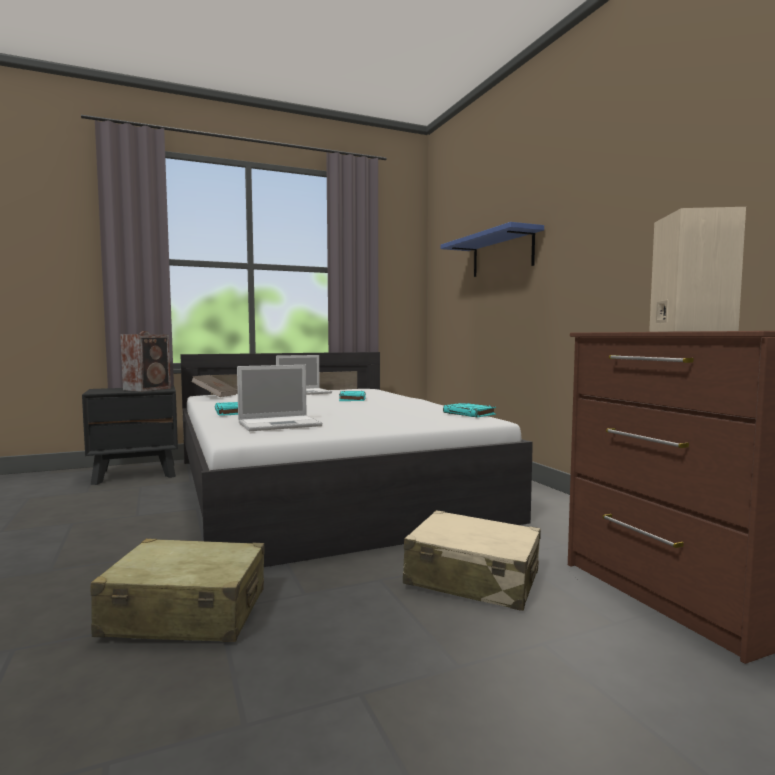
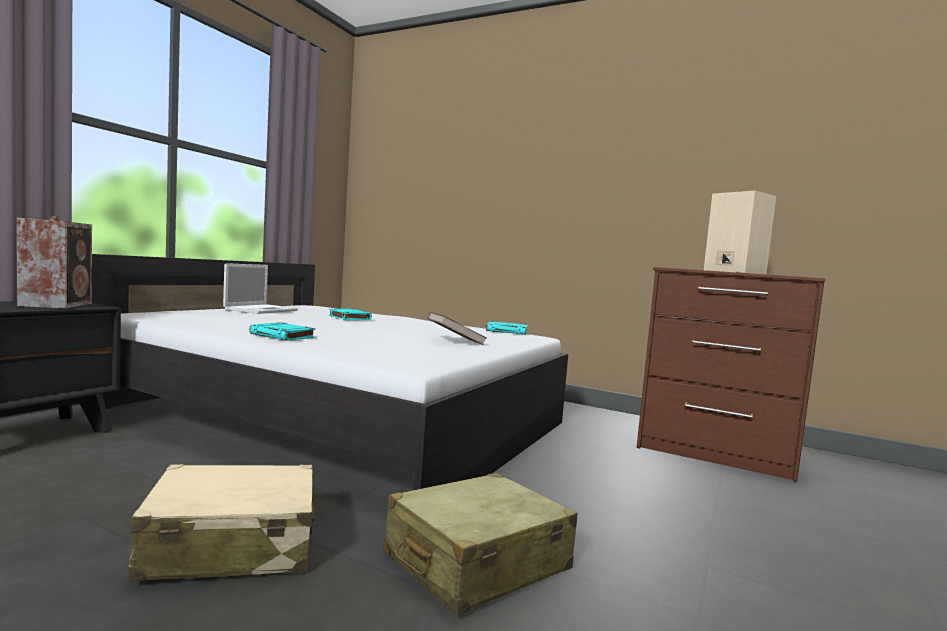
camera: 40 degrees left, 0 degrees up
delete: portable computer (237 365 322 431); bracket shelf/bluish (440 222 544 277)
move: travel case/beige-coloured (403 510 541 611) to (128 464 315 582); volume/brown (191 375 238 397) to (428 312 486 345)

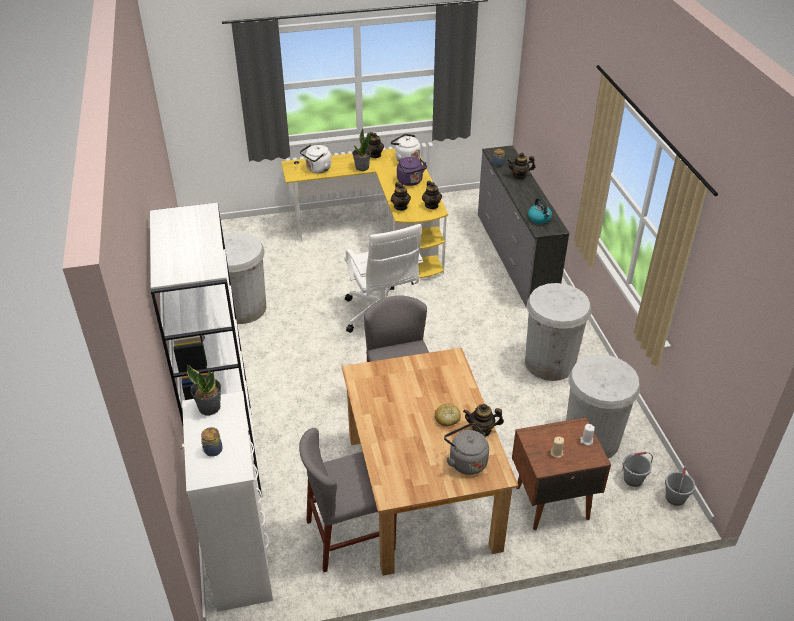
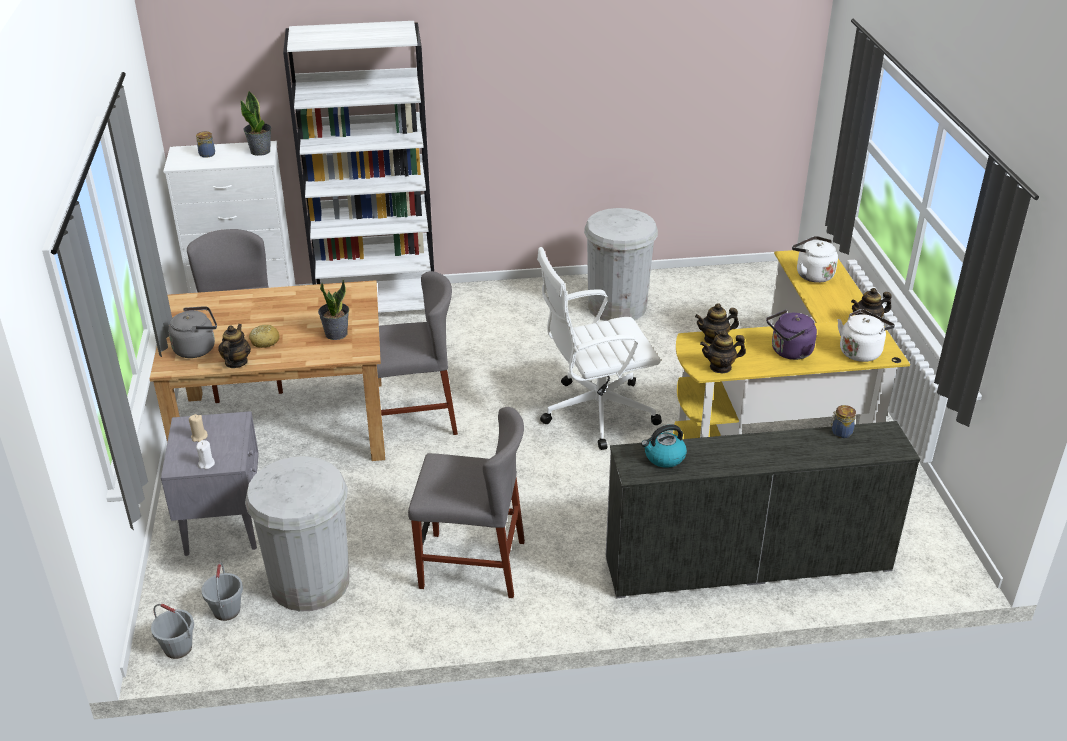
camera: 95 degrees right, 5 degrees down
delete: tea pot (507 153 535 179)
move: houseplant (352 128 371 171) to (318 280 349 340)
replace: rubbish bin/white (525 283 591 381) to upright chair/gray (408 407 525 598)
recolor: night table/brown (512 417 611 530) to night table/gray (161 411 259 556)

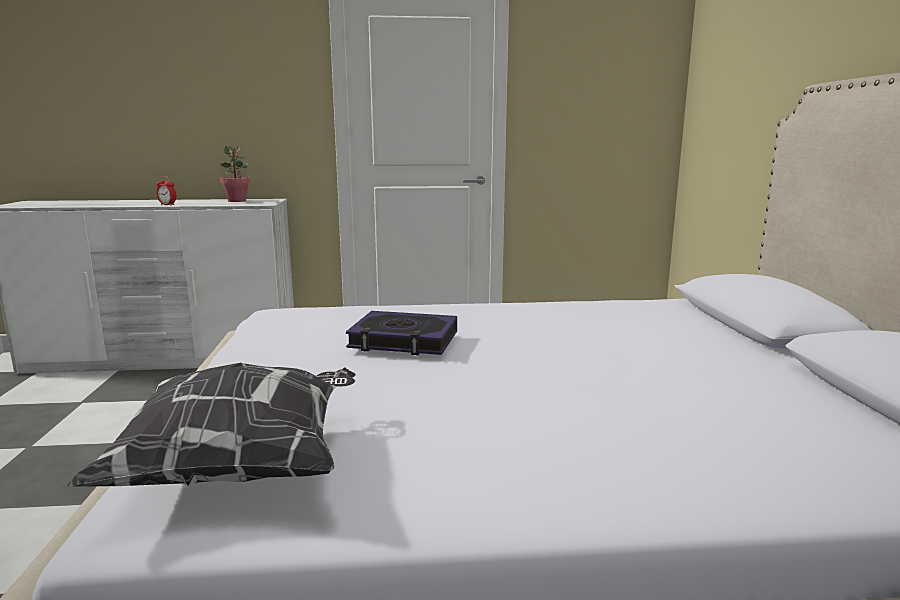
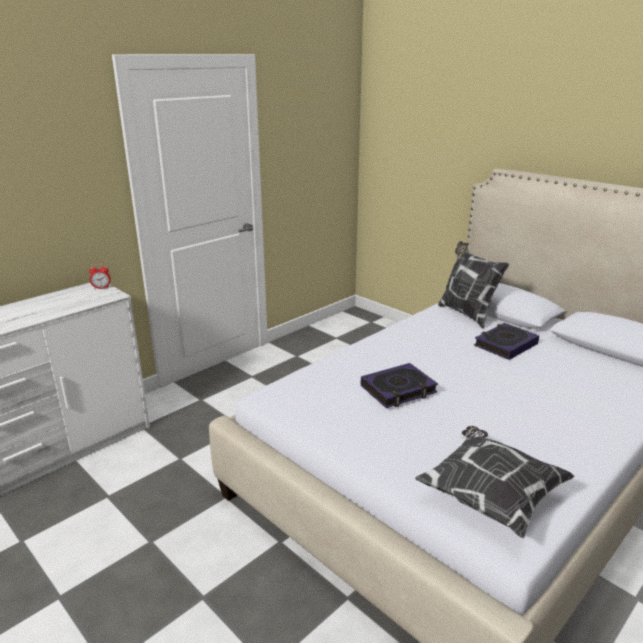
camera: 40 degrees left, 10 degrees up
delete: houseplant (220 145 250 202)
insert: cushion (438 241 509 329); volume (474 323 539 360)
move: alarm clock (156 176 176 206) to (89 264 111 289)

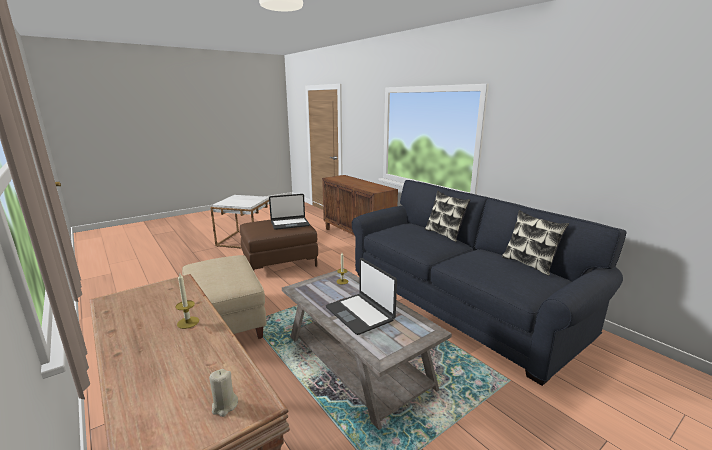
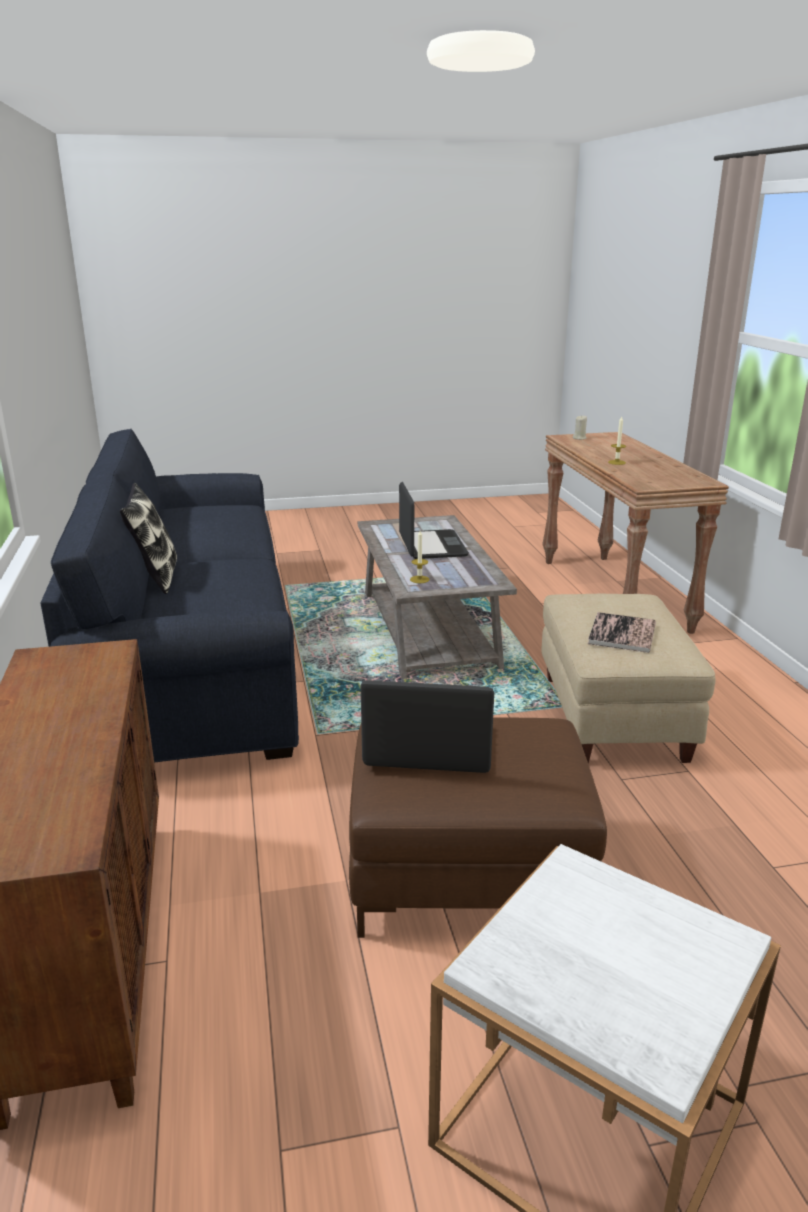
camera: 155 degrees left, 5 degrees up
delete: cushion (502 210 569 276)
insert: volume (588 612 656 653)

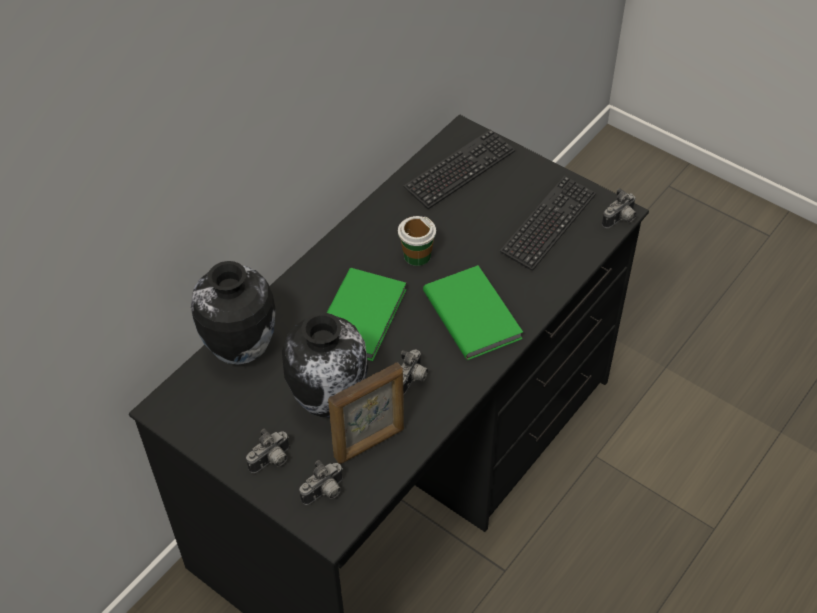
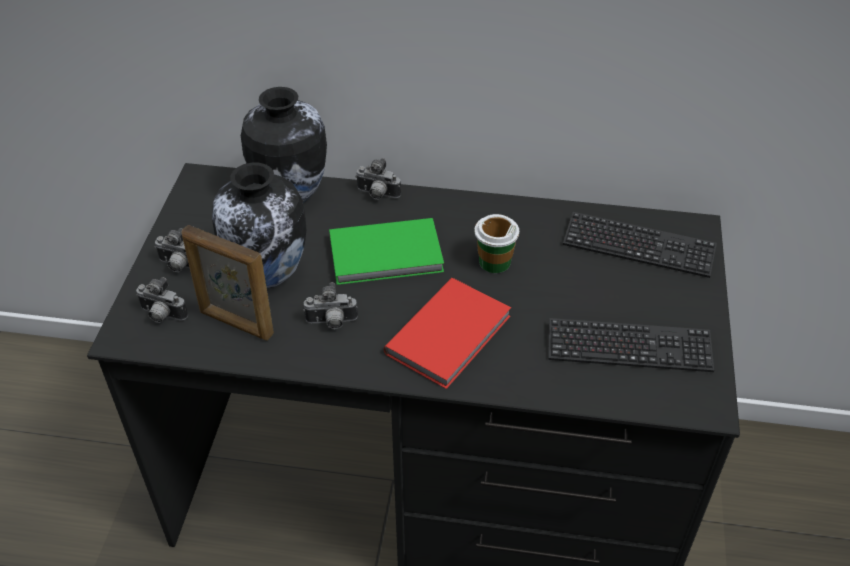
camera: 60 degrees right, 5 degrees down
move: still camera (602 188 637 228) to (355 158 401 200)
recolor: volume/green-coloured (423 265 523 360) to volume/reddish (384 278 511 389)

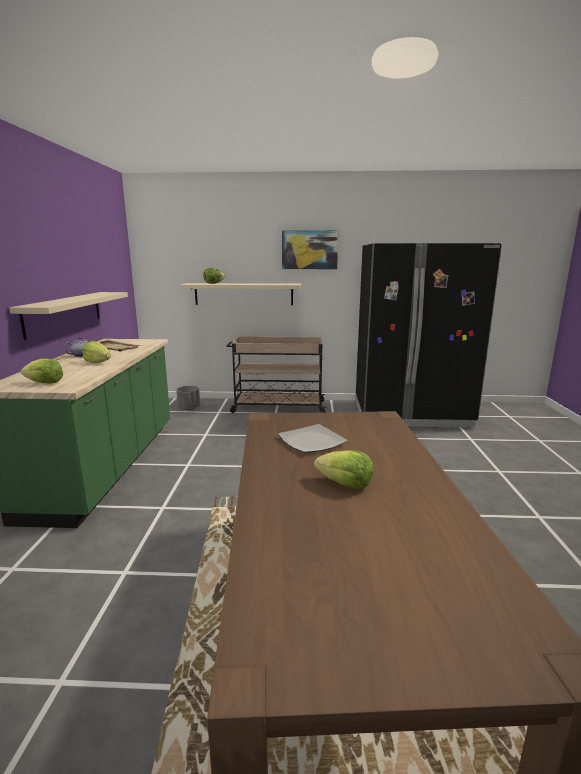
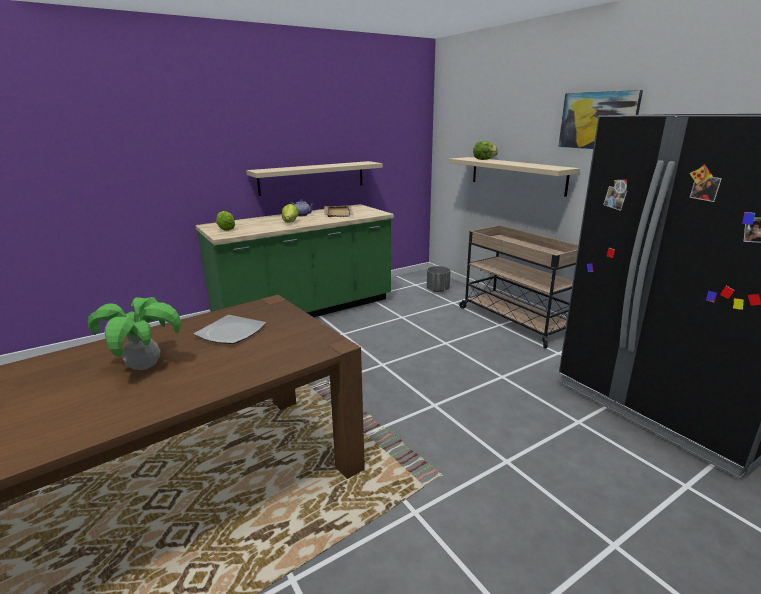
camera: 55 degrees right, 5 degrees up
replace: head of lettuce (314 450 373 489) to houseplant (88 297 181 370)

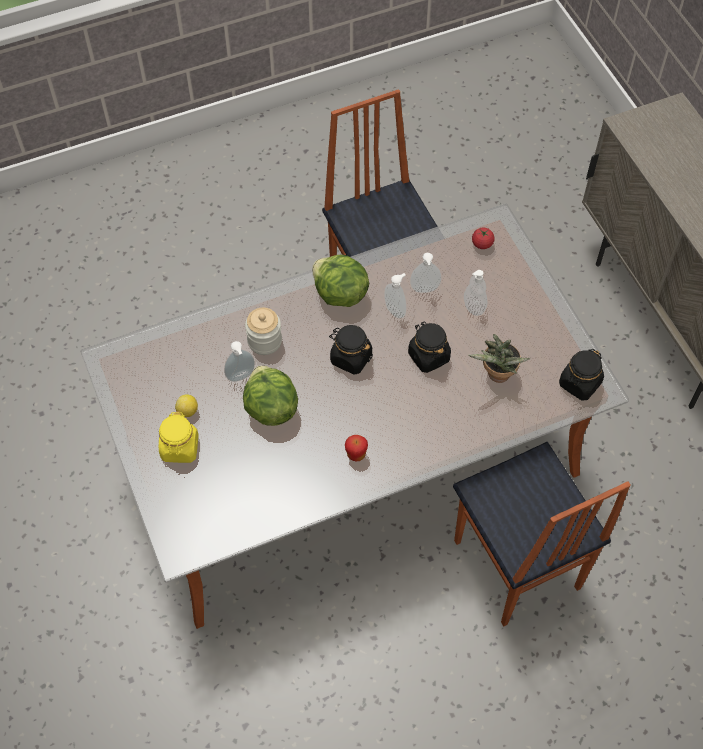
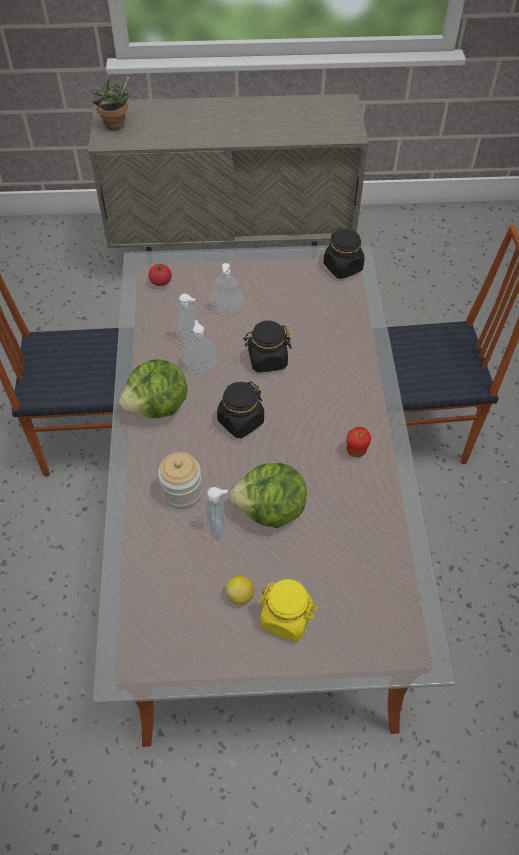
camera: 70 degrees left, 5 degrees down
move: houseplant (468 334 530 383) to (92 74 133 131)

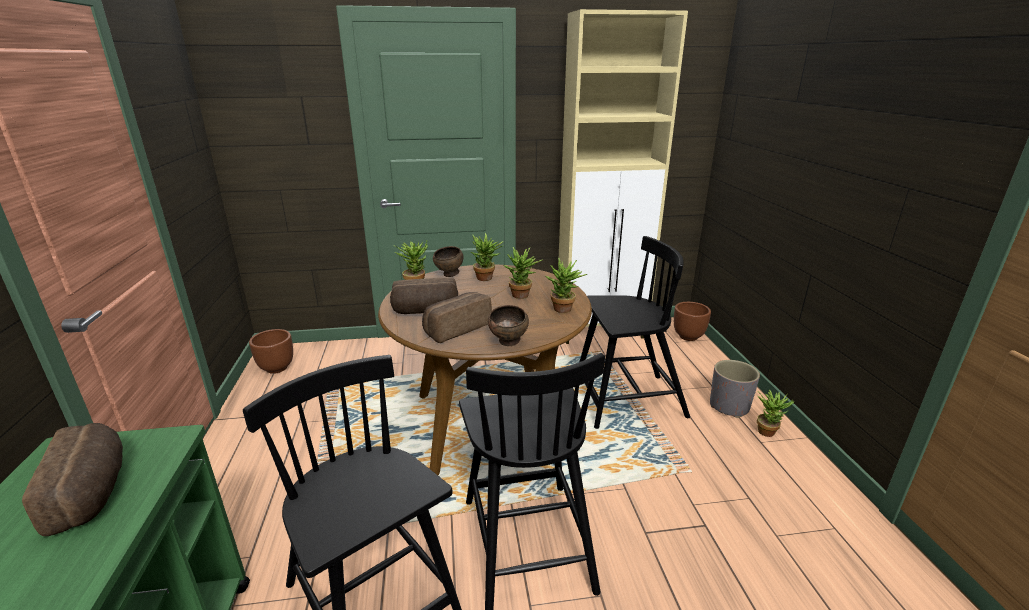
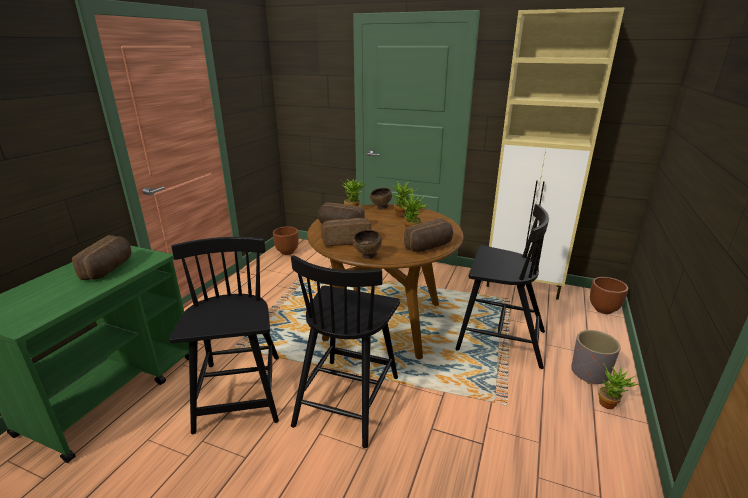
camera: 30 degrees right, 0 degrees up
replace: houseplant (546 258 588 313) to bread (404 218 453 252)

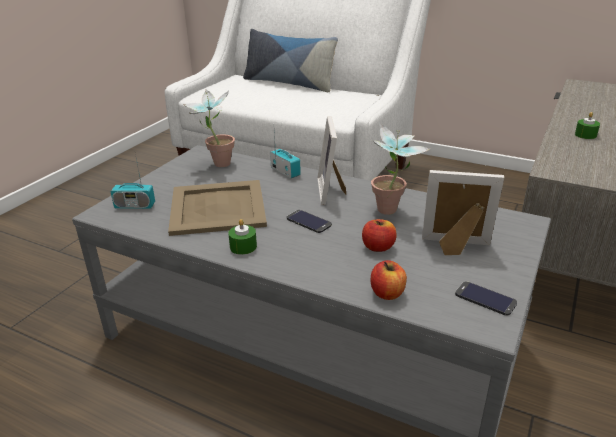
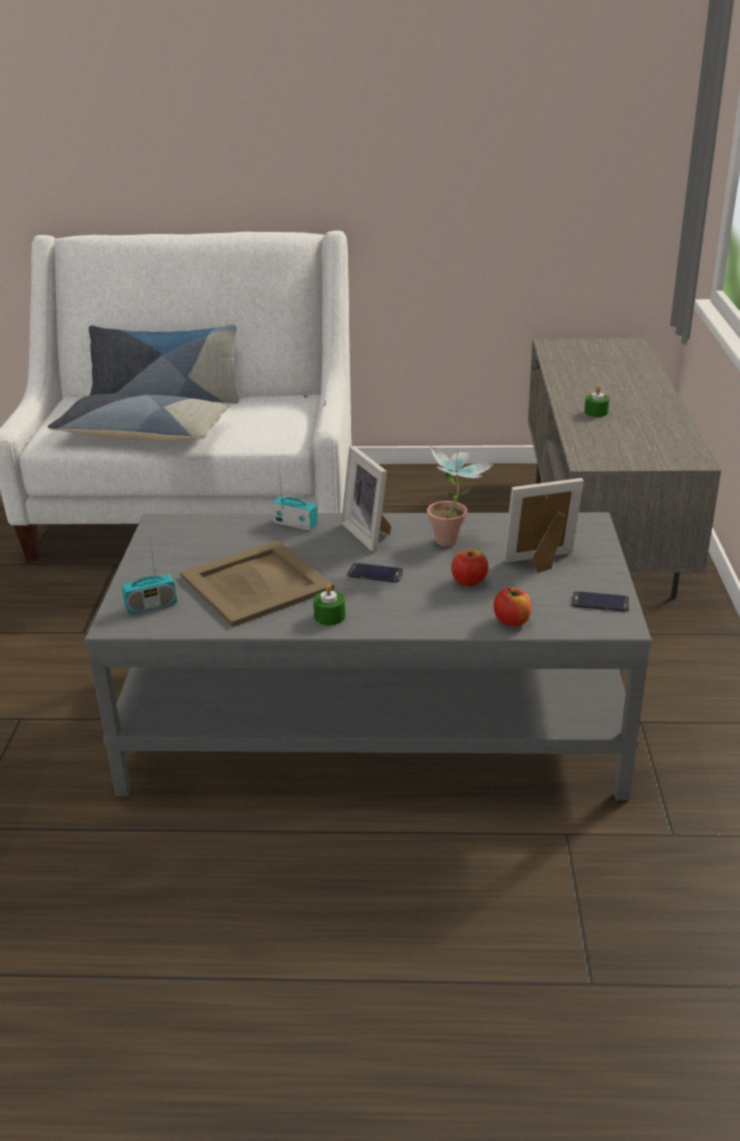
camera: 25 degrees left, 0 degrees up
delete: houseplant (181 89 235 167)
insert: cushion (48 393 229 441)

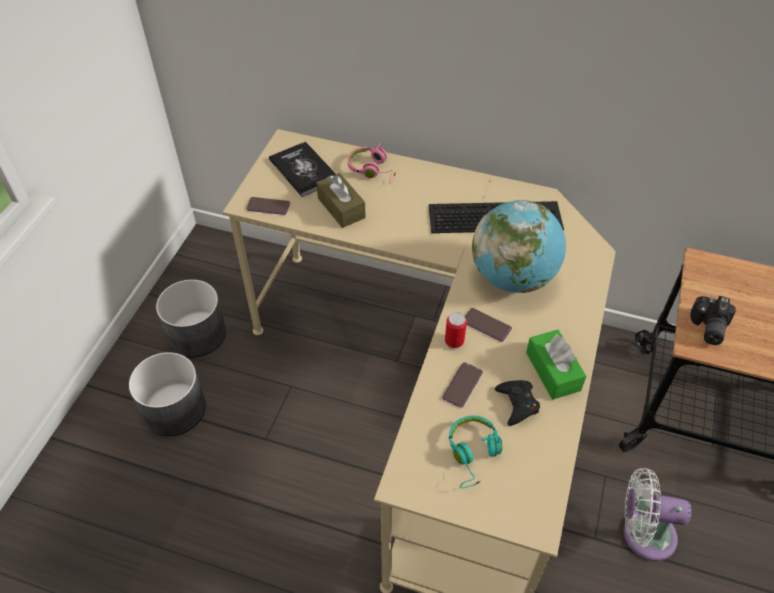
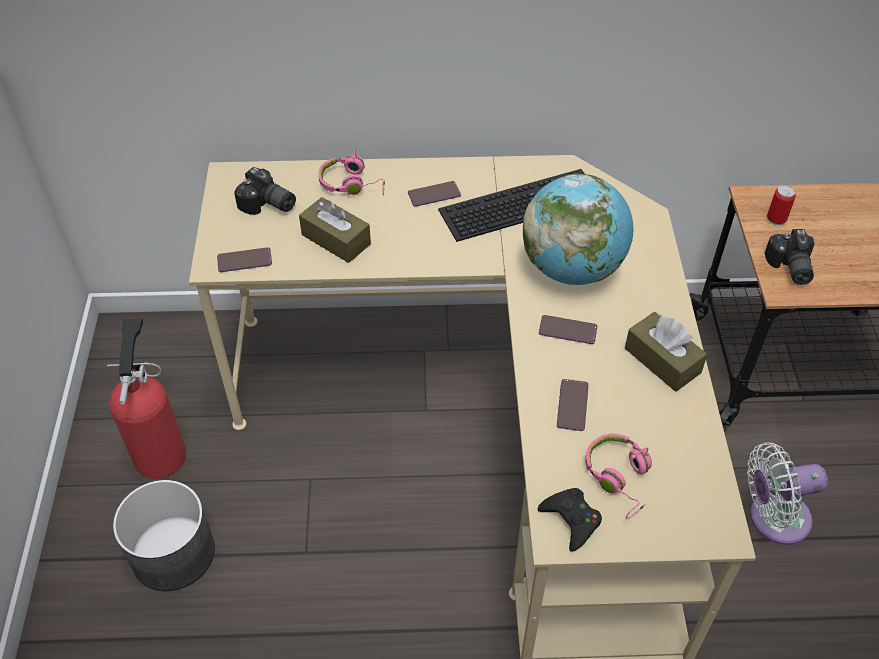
camera: 20 degrees left, 0 degrees up
insert: telephone (408 181 461 207)
move: gamepad/black-coloured (495 380 540 426) to (538 488 602 552); metal can (445 312 467 349) to (767 185 796 226)
replace: plant pot/gray (156 279 226 358) to extinguisher (107 318 186 479); volume (269 141 336 197) to still camera (234 167 296 215)
recolor: headphones/blue-green (449 415 502 488) to headphones/pink-coloured (585 433 652 519); tissue box/green-coloured (526 330 586 400) to tissue box/brown (625 312 707 392)

